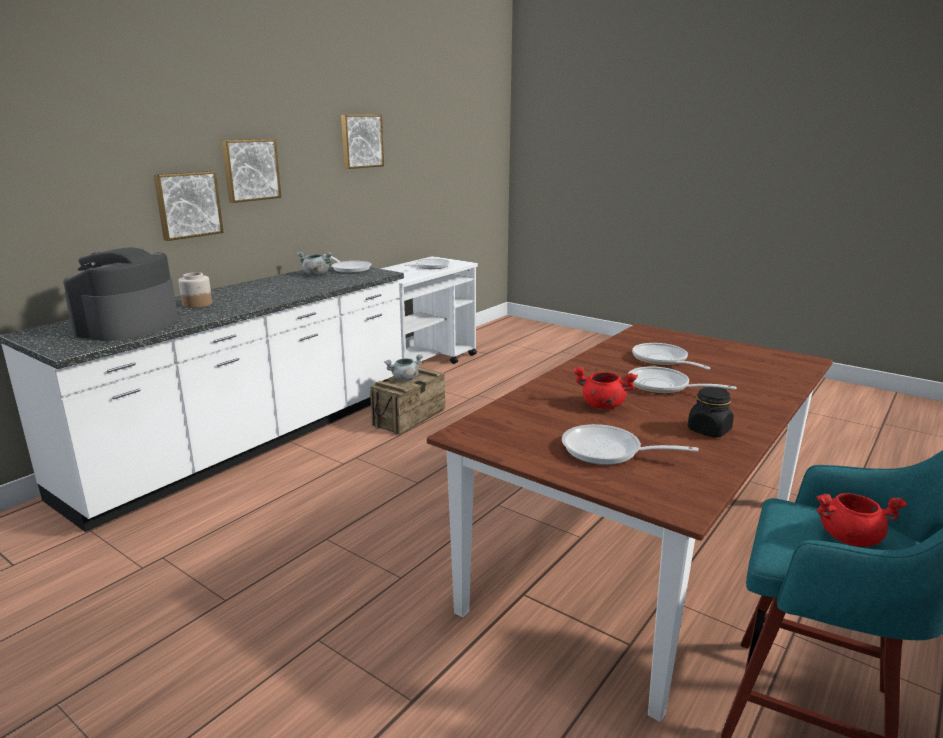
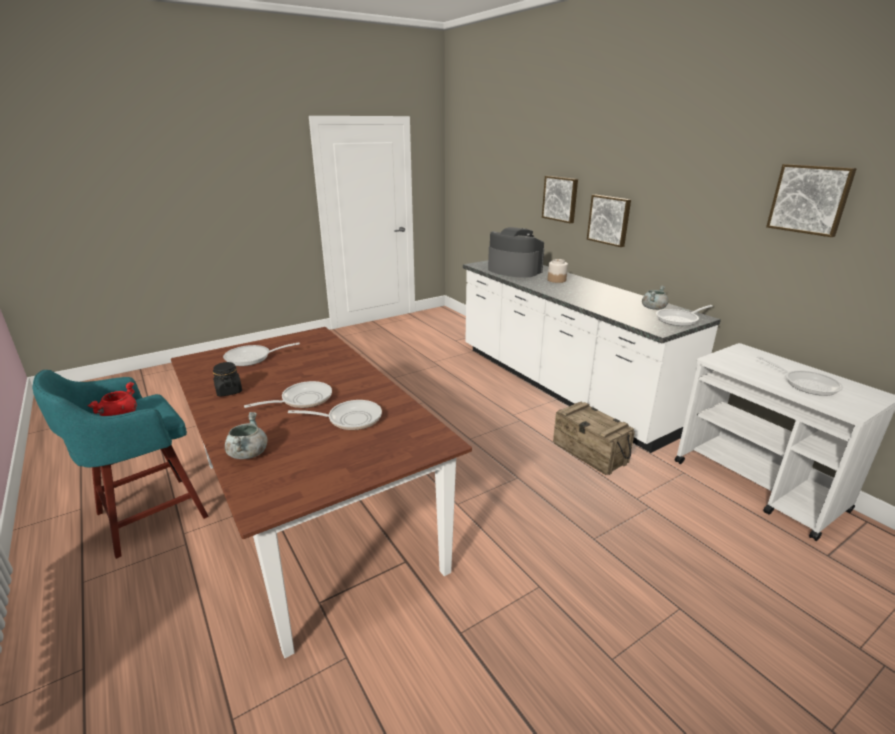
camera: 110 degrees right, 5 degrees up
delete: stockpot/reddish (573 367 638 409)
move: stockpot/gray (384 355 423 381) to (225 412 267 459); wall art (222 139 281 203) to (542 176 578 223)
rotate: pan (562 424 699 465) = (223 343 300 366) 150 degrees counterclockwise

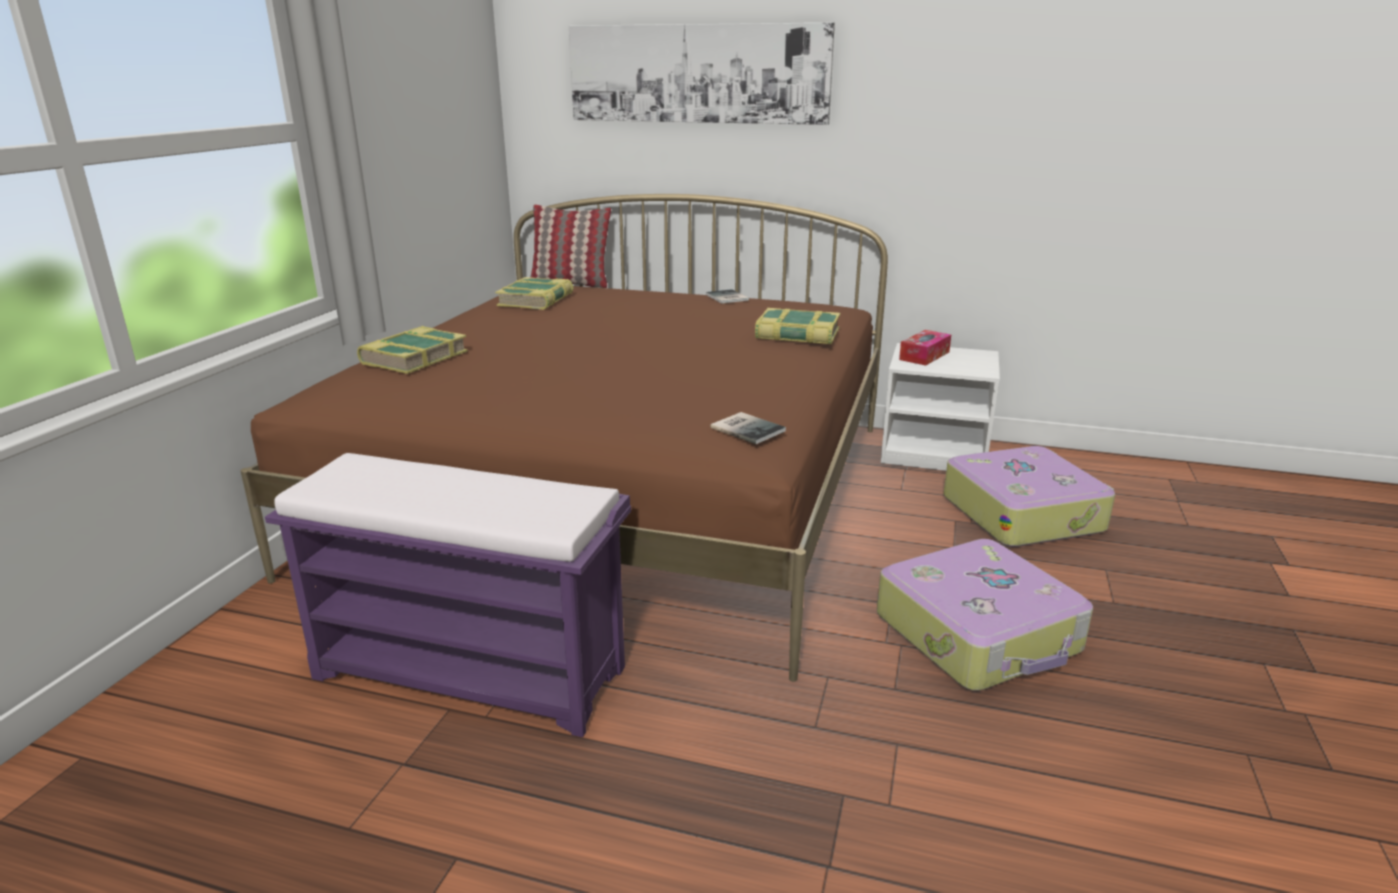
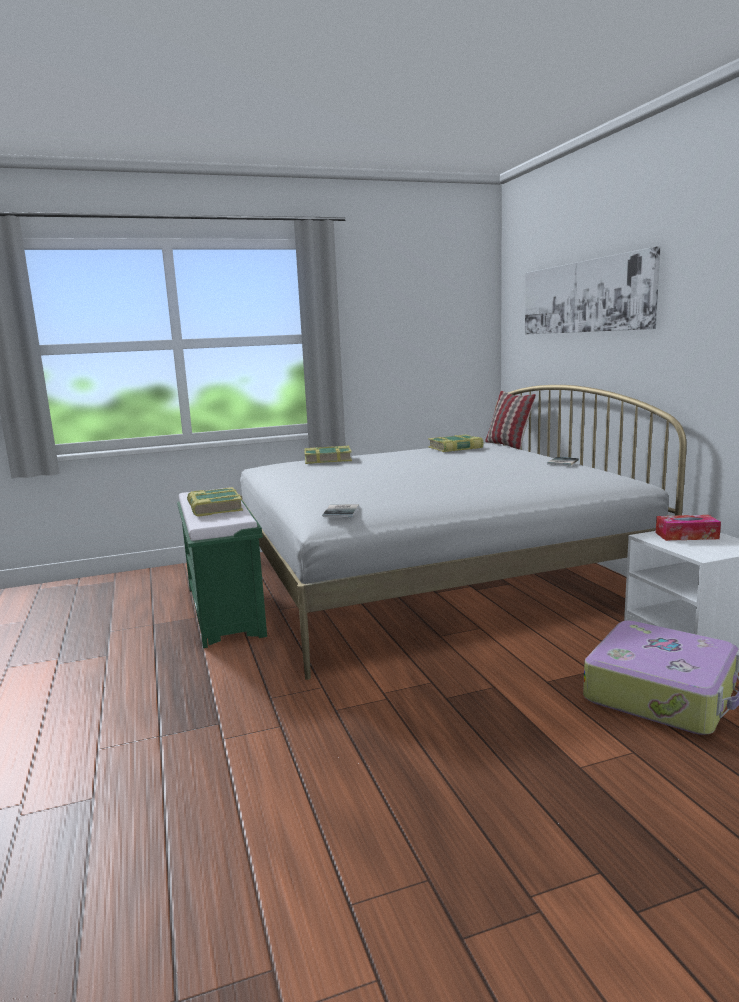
camera: 55 degrees right, 10 degrees down
delete: travel case (877 539 1093 691)
move: volume (755 308 840 344) to (187 487 243 517)
recolor: bench/purple (265 453 631 737) to bench/green-coloured (177 488 267 648); bed/brown (241 194 888 682) to bed/white (240 385 687 680)

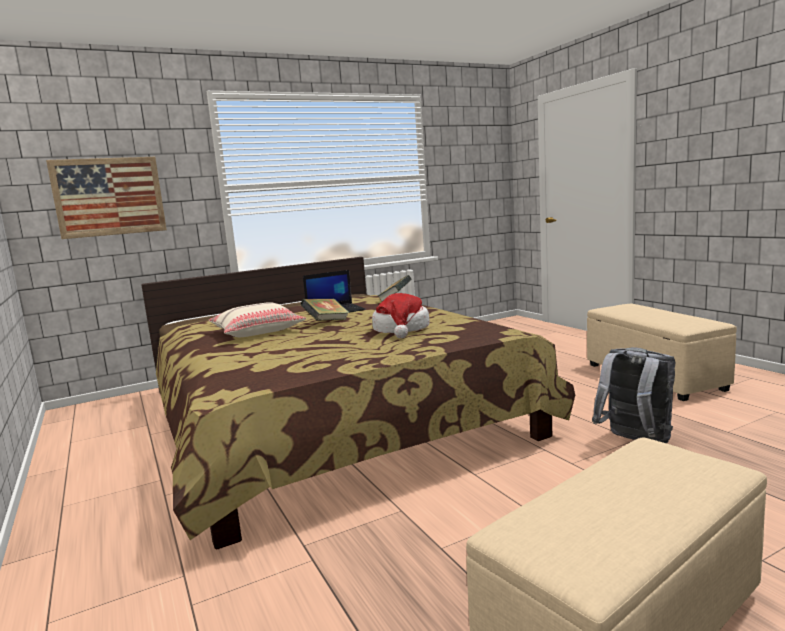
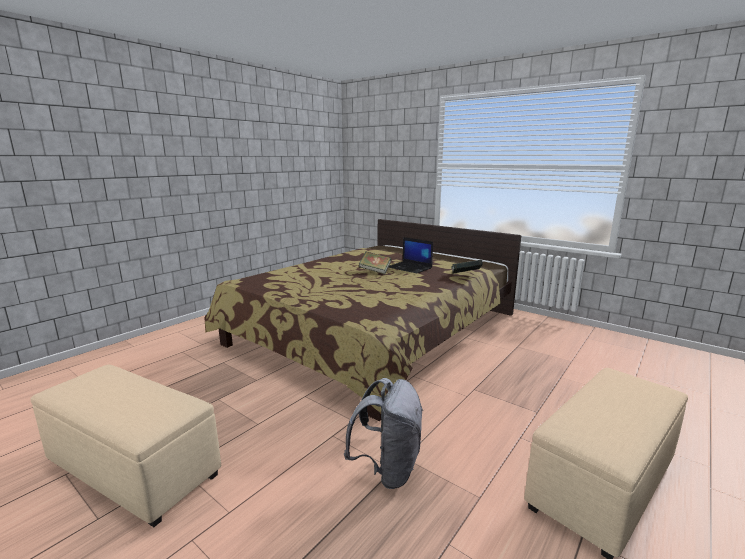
camera: 65 degrees right, 5 degrees up
delete: wall art (46 157 167 239); cushion/beige-coloured (209 302 306 337); hat (372 293 430 338)

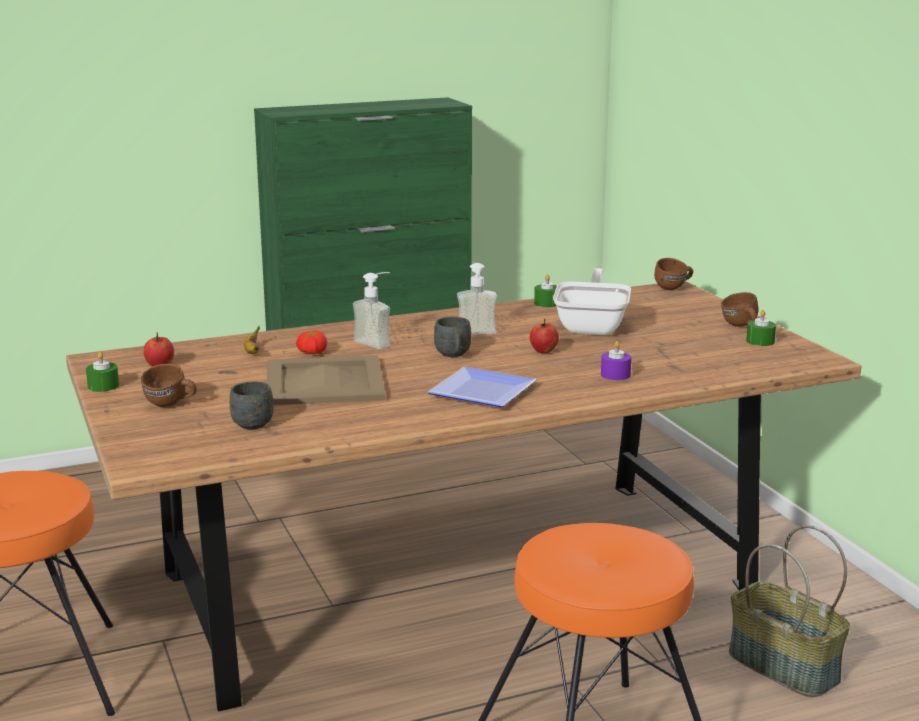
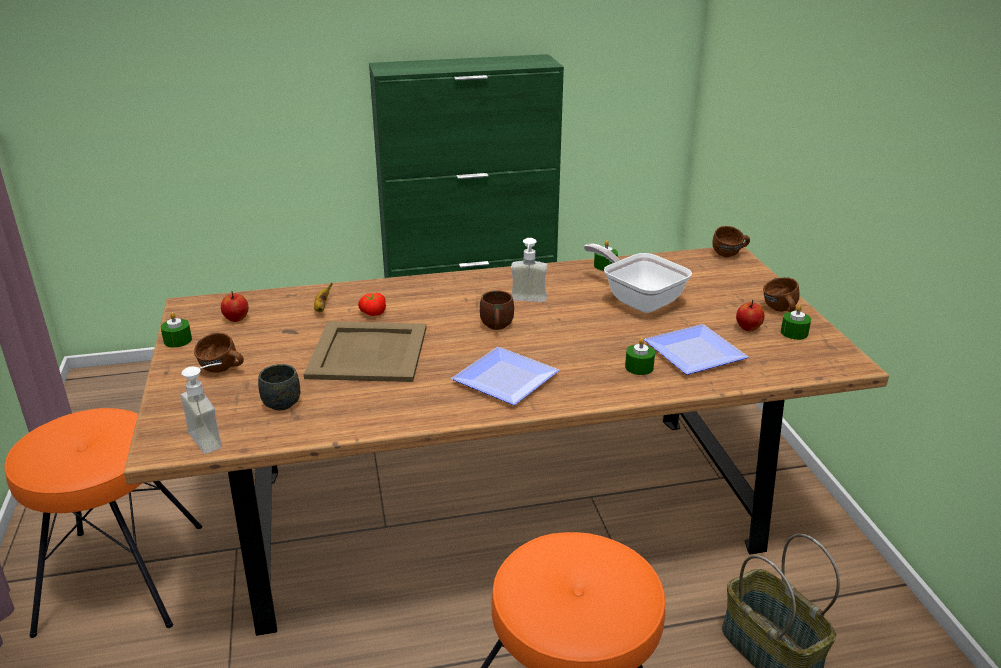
camera: 10 degrees right, 10 degrees up
insert: flat dish (644 324 748 375)
move: liquid soap bottle (353 272 391 349) to (180 363 222 454); apple (530 319 559 353) to (736 300 764 331)
recolor: coffee mug/gray (434 317 471 357) to coffee mug/brown (480 290 514 330); wax candle/purple (601 341 631 380) to wax candle/green-coloured (625 338 655 375)
rotate: pan (553 268 631 335) = (584 243 692 313) 60 degrees counterclockwise

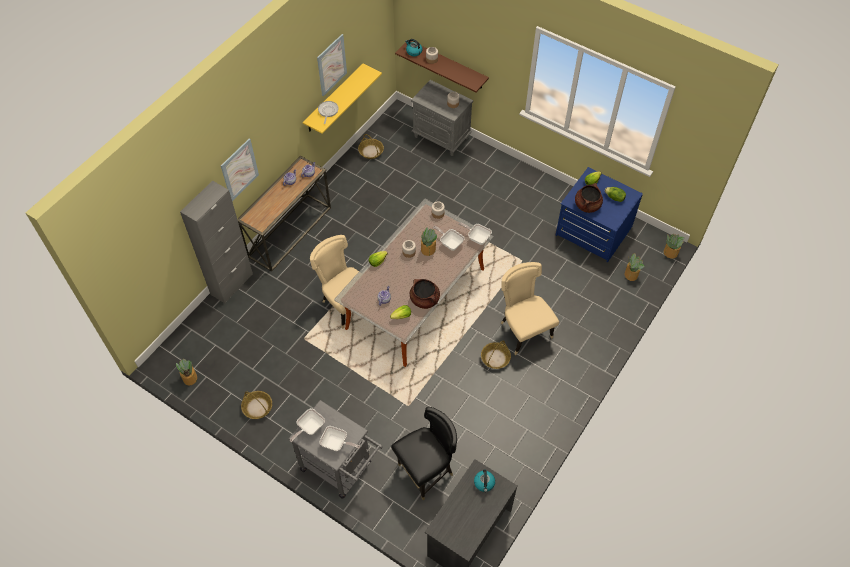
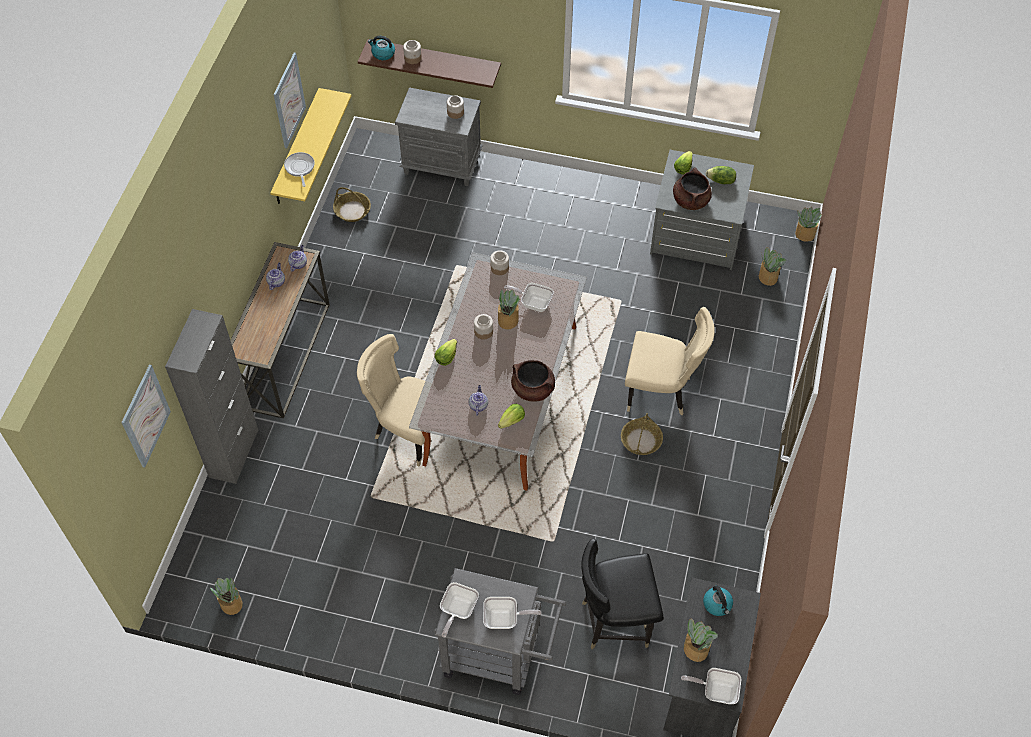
camera: 20 degrees left, 0 degrees up
delete: household basket (241 391 272 419)
insert: houseplant (684 619 718 662)
move: wall art (221 139 259 201) to (121 365 171 468); pan (459 222 492 245) to (681 668 741 704)
recolor: chest of drawers/bluish (555 167 643 262) to chest of drawers/gray (650 150 754 270)
rotate: upright chair/black-coloured (391 407 457 500) = (581 538 664 649) 135 degrees counterclockwise; upright chair/beige-coloured (501 262 559 355) = (625 307 715 415) 150 degrees clockwise

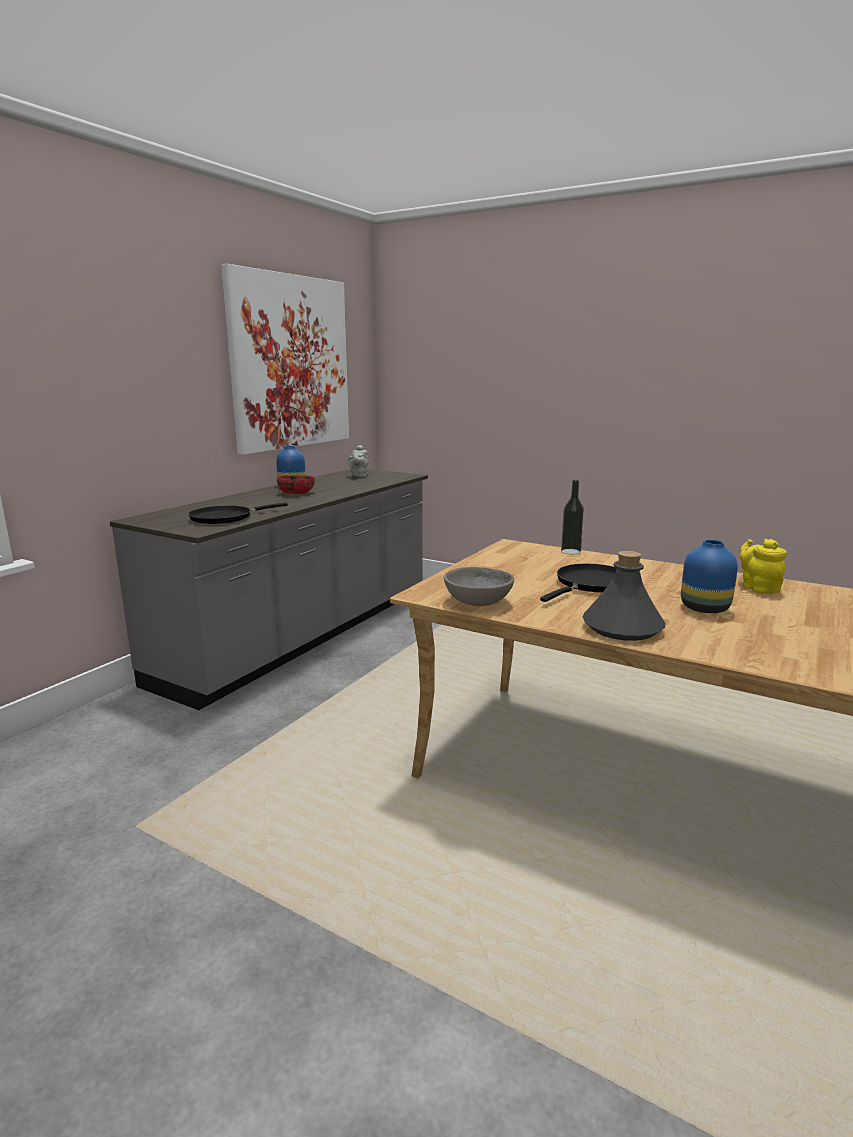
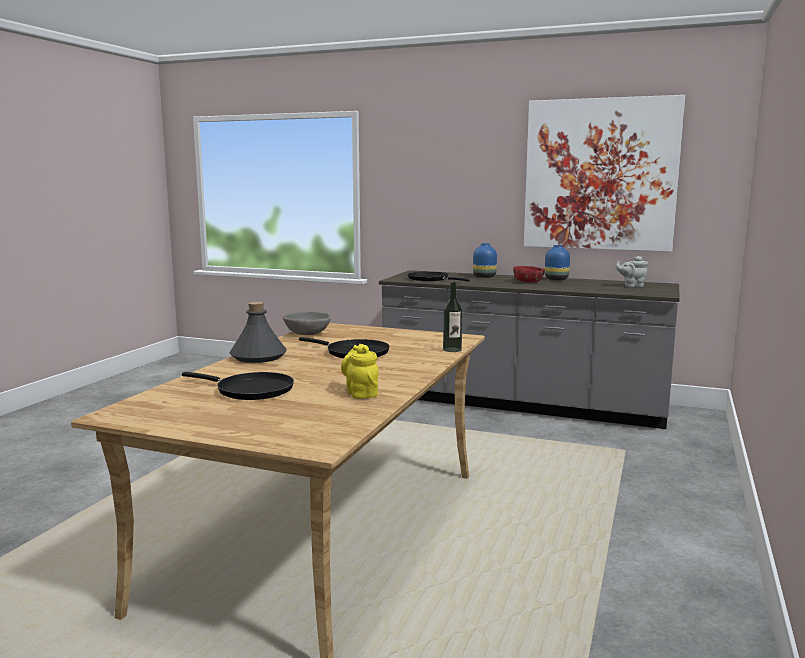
camera: 80 degrees right, 5 degrees down
insert: pan/black-coloured (182 372 294 400)
move: decorative vase/bluish (681 540 738 613) to (473 243 497 278)
rotate: tea pot/yellow (740 539 787 594) = (341 344 379 399) 90 degrees counterclockwise

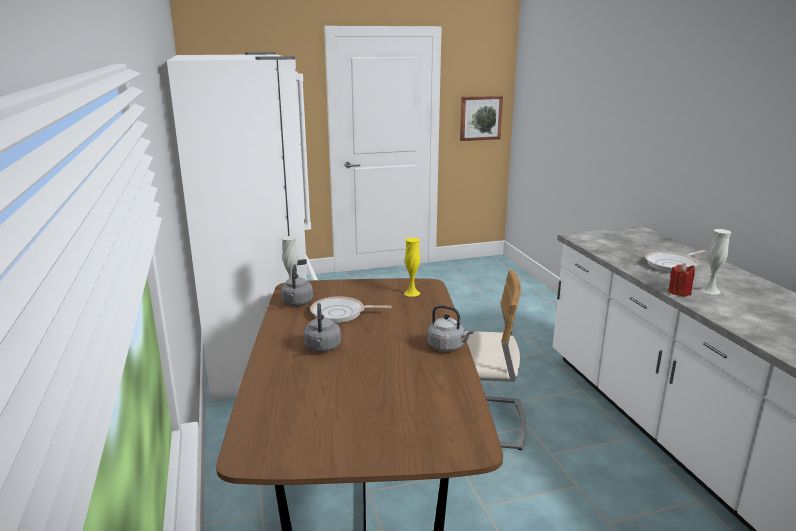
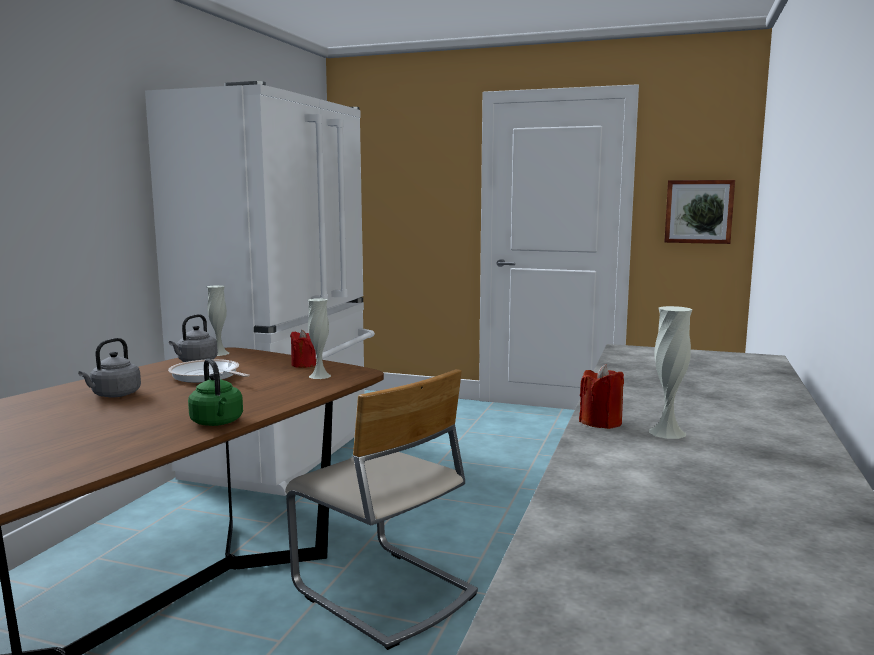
camera: 35 degrees right, 10 degrees down
delete: pan (645 250 706 272)
insert: wax candle/reddish (290 330 316 368)
recolor: kettle/gray (427 305 474 352) to kettle/green-coloured (188 358 243 426); decorative vase/yellow (404 238 420 297) to decorative vase/white (308 298 331 379)

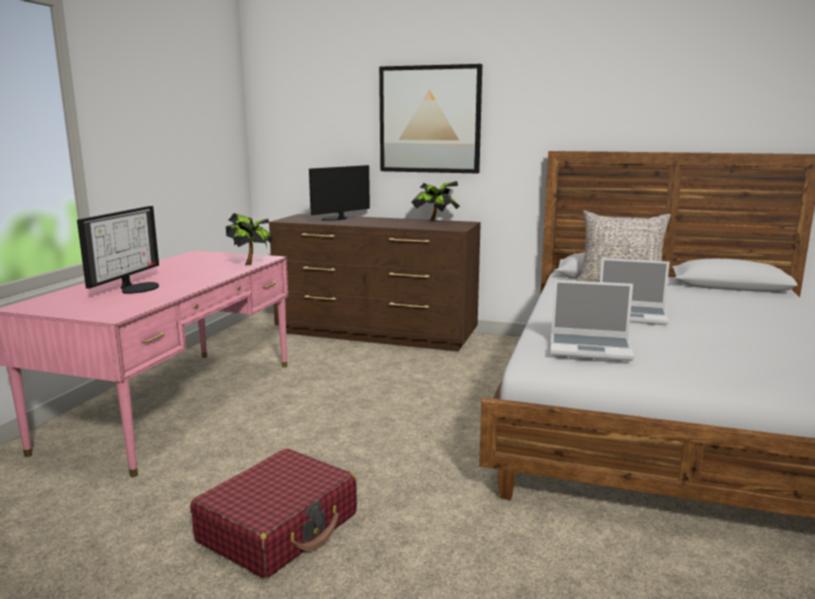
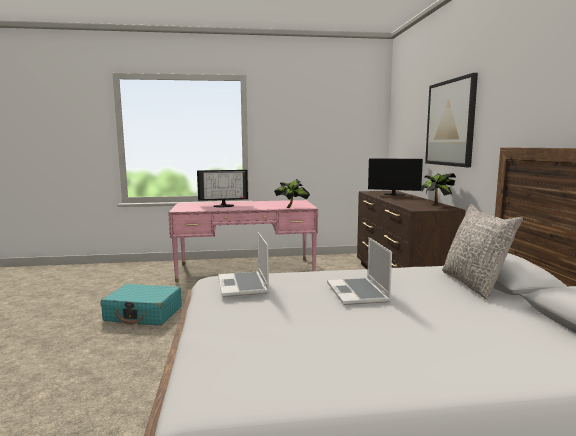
camera: 65 degrees right, 5 degrees down
recolor: travel case/reddish (190 448 357 579) to travel case/blue-green (101 284 182 326)

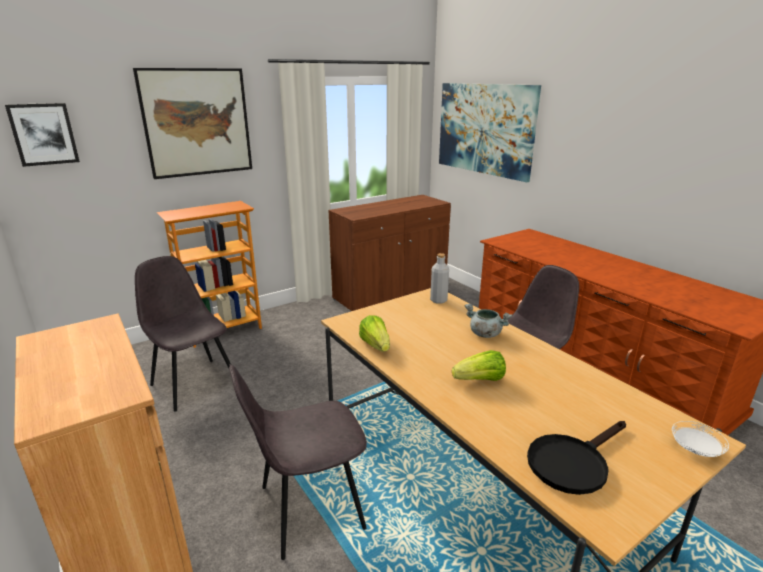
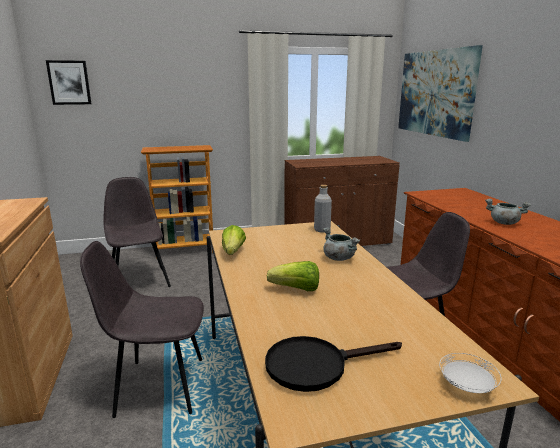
camera: 20 degrees right, 5 degrees down
delete: wall art (133 68 252 179)
insert: stockpot/gray (485 199 531 225)

